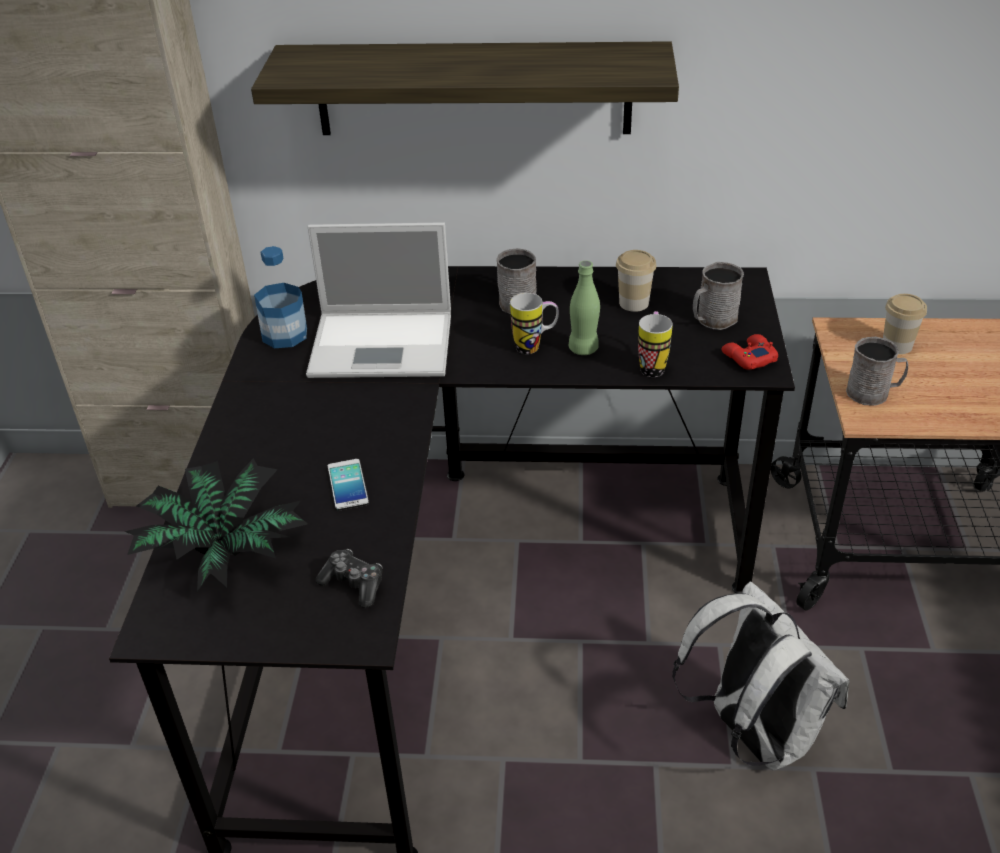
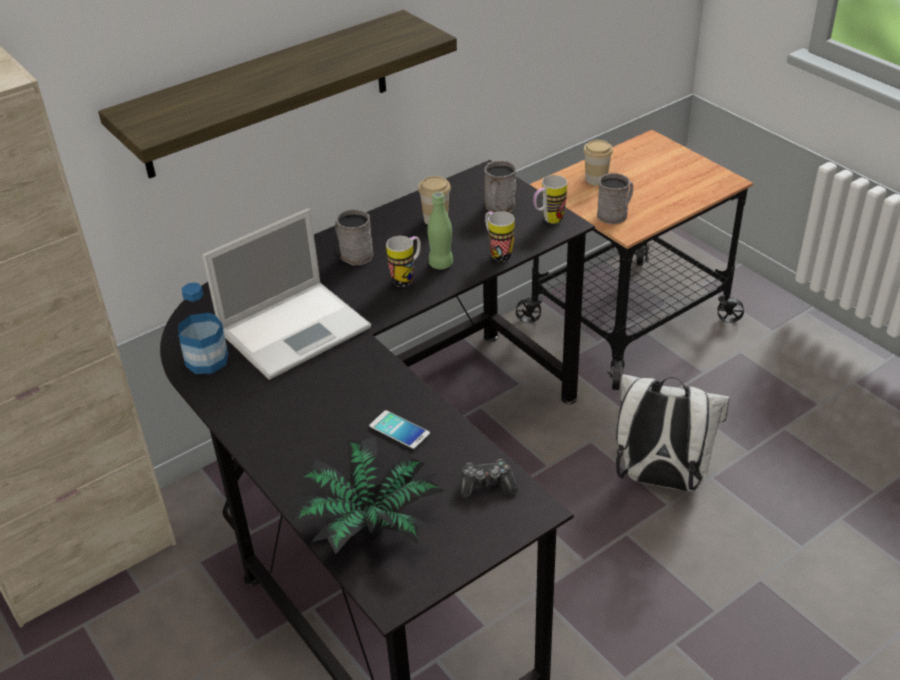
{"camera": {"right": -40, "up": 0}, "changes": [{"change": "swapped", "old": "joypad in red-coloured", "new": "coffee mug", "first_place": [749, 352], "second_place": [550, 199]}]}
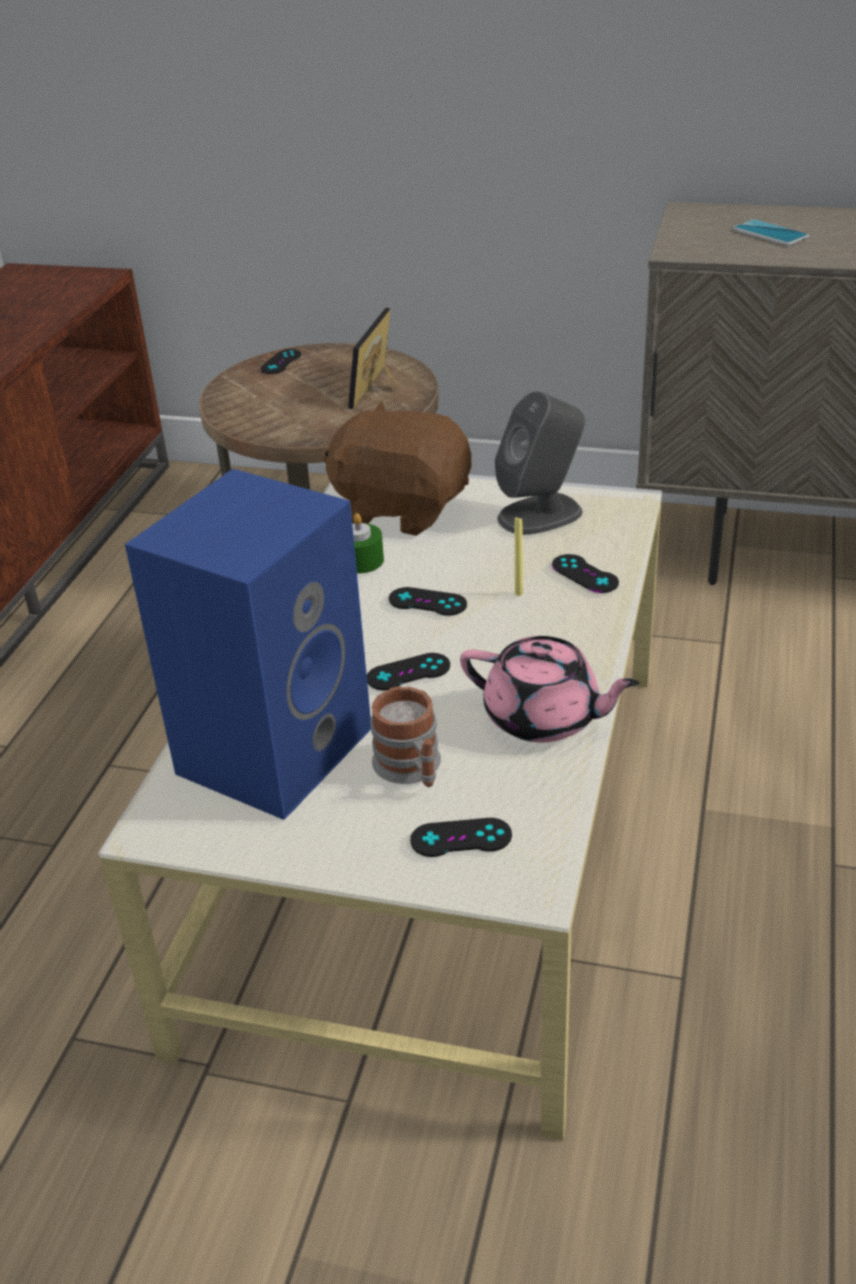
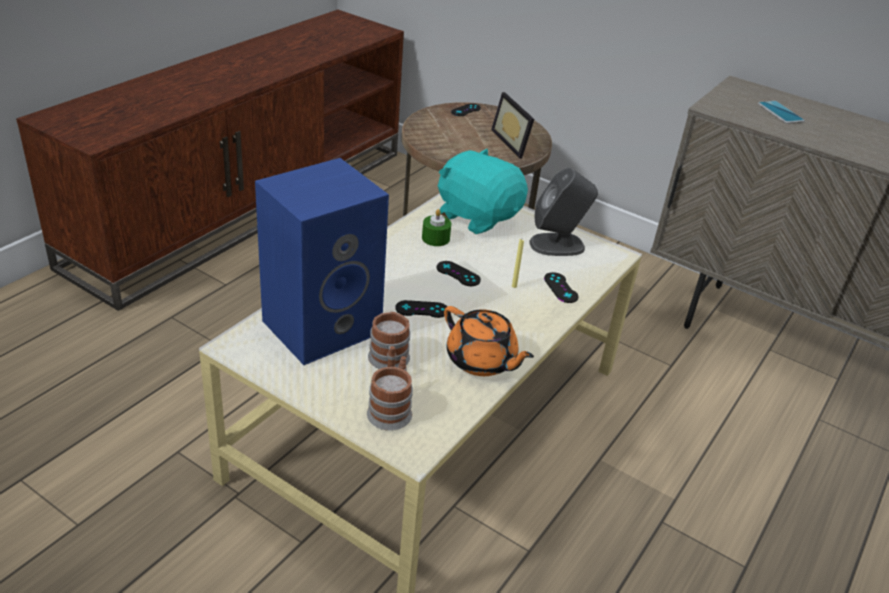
{"camera": {"right": 15, "up": 0}, "changes": [{"change": "swapped", "old": "joypad in black", "new": "coffee mug", "first_place": [461, 837], "second_place": [390, 393]}, {"change": "repainted", "old": "plush toy in brown", "new": "plush toy in turquoise", "first_place": [397, 468], "second_place": [483, 191]}, {"change": "repainted", "old": "teapot in pink-coloured", "new": "teapot in orange", "first_place": [549, 689], "second_place": [489, 341]}, {"change": "rotated", "old": "picture frame", "first_place": [373, 358], "second_place": [512, 125], "degrees": -60}]}
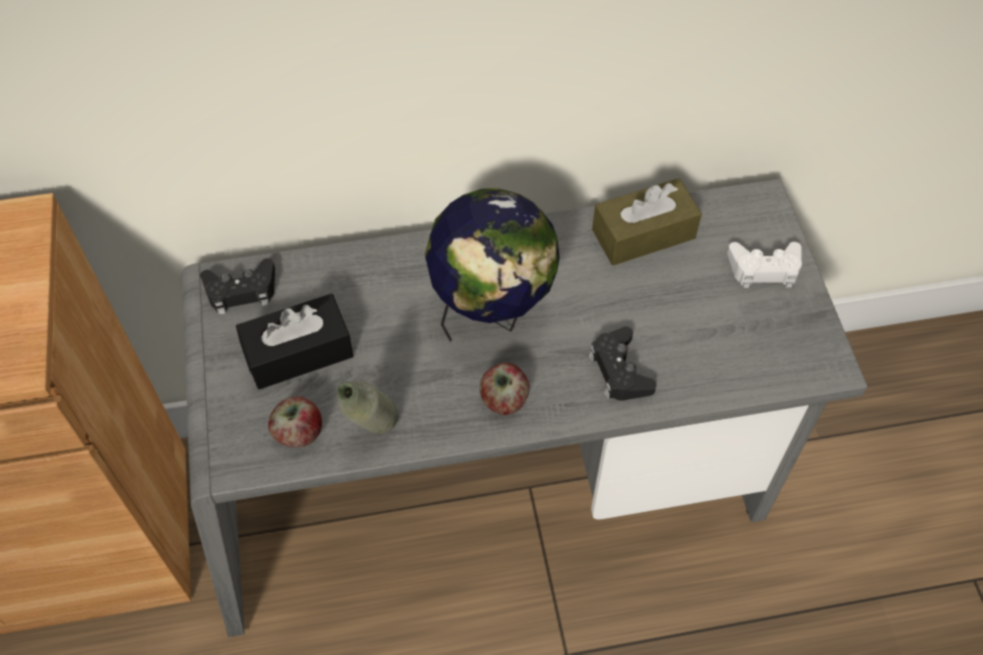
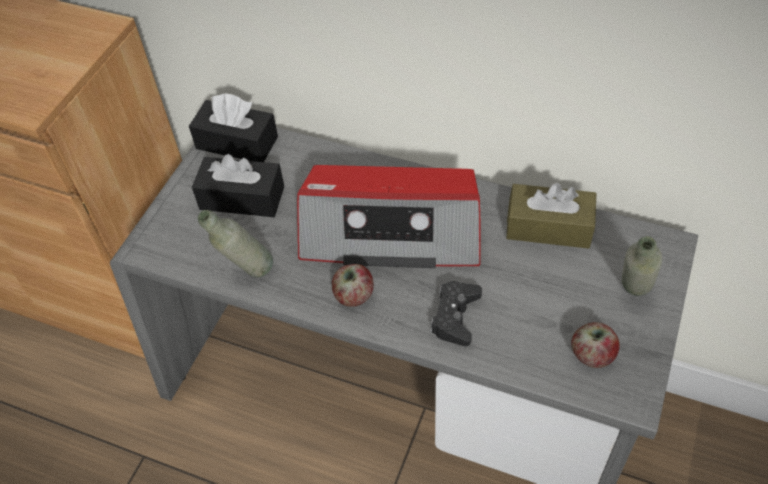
{"camera": {"right": 35, "up": -5}, "changes": [{"change": "shifted", "old": "apple", "first_place": [295, 422], "second_place": [595, 345]}, {"change": "swapped", "old": "joypad in black", "new": "box of tissues in black", "first_place": [237, 286], "second_place": [233, 127]}, {"change": "swapped", "old": "globe", "new": "radio", "first_place": [492, 265], "second_place": [389, 216]}, {"change": "swapped", "old": "joypad in whitish", "new": "bottle in grey", "first_place": [764, 265], "second_place": [642, 266]}]}
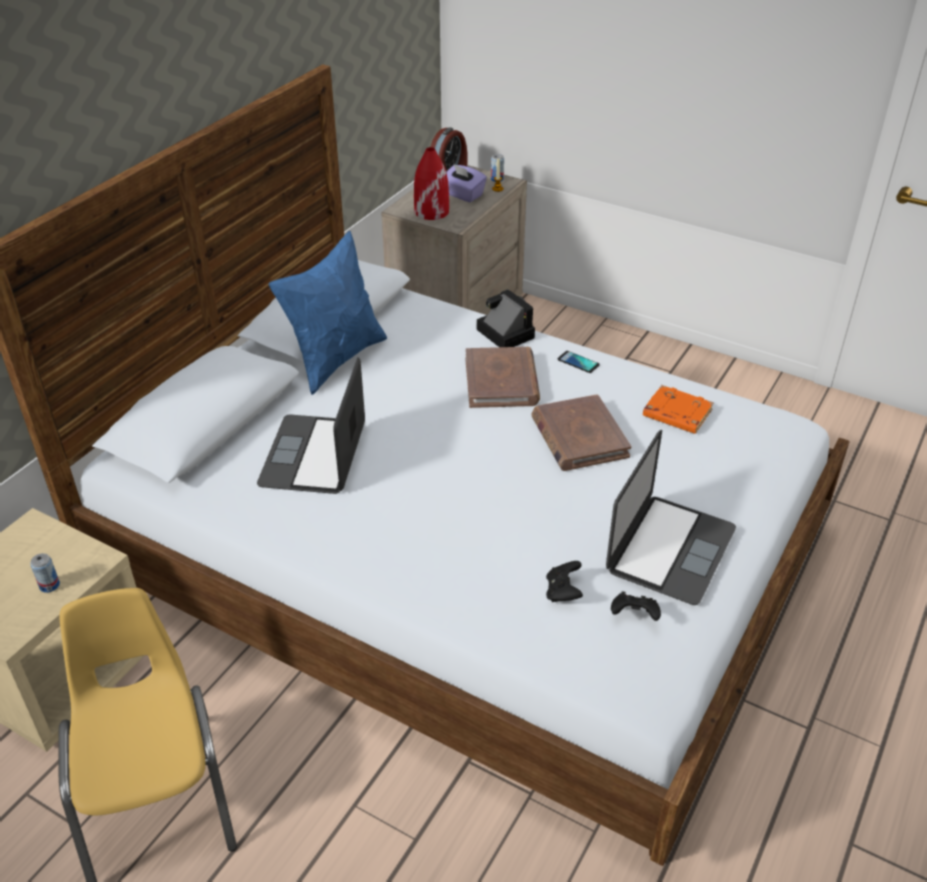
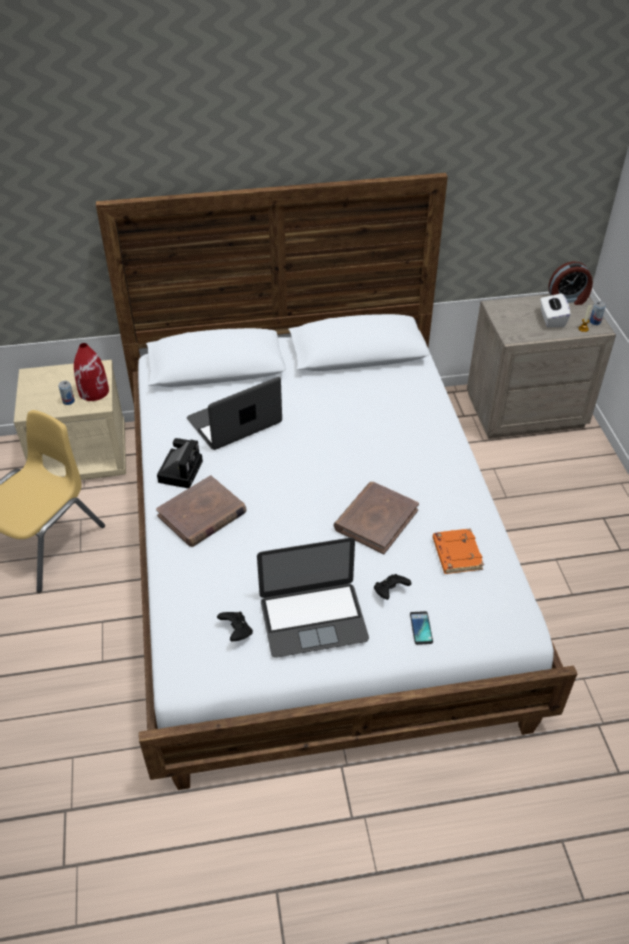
{"camera": {"right": 50, "up": 5}, "changes": [{"change": "gone", "old": "pillow in blue", "first_place": [328, 313]}, {"change": "shifted", "old": "vase in red-coloured", "first_place": [431, 183], "second_place": [91, 372]}, {"change": "shifted", "old": "volume in brown", "first_place": [502, 377], "second_place": [201, 511]}, {"change": "shifted", "old": "photo camera", "first_place": [506, 318], "second_place": [180, 463]}, {"change": "shifted", "old": "joypad in black", "first_place": [564, 581], "second_place": [393, 587]}, {"change": "shifted", "old": "phone", "first_place": [579, 362], "second_place": [421, 628]}, {"change": "repainted", "old": "box of tissues in purple-coloured", "new": "box of tissues in whitish", "first_place": [466, 183], "second_place": [555, 310]}]}
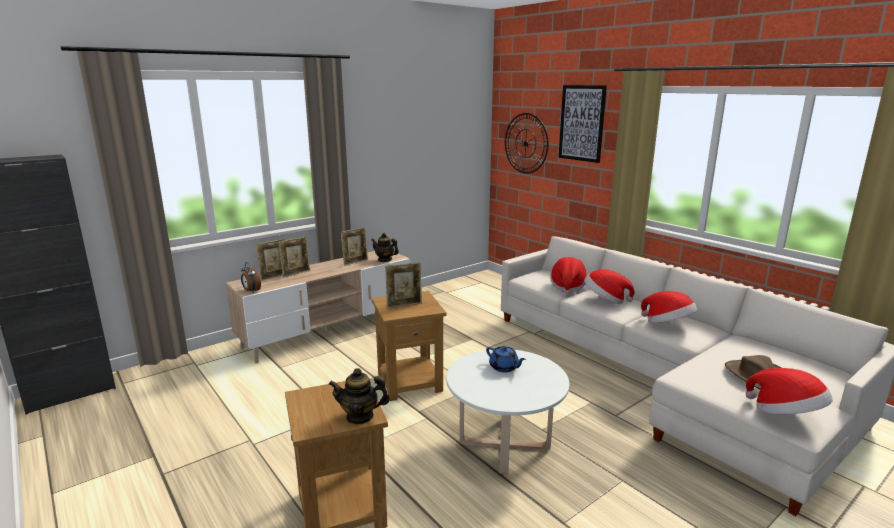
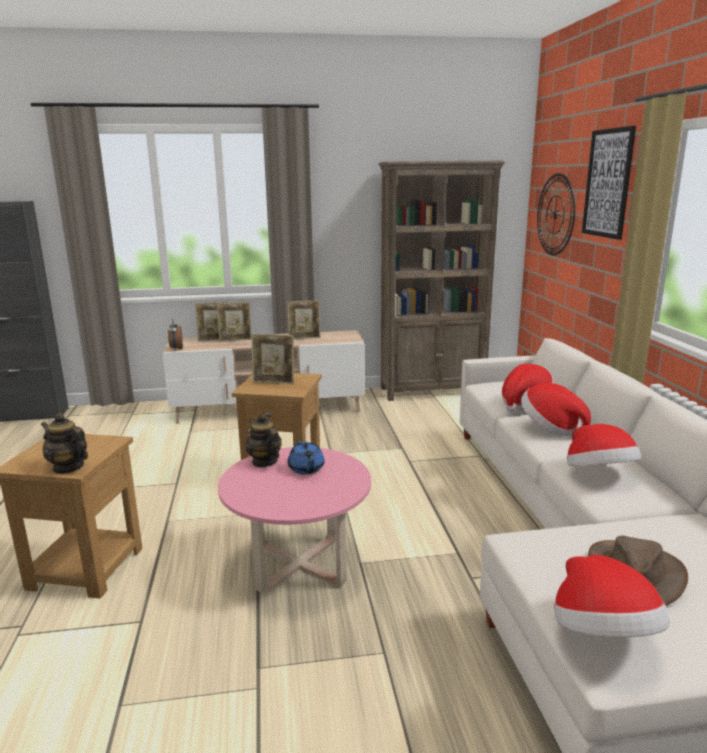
{"camera": {"right": 30, "up": 0}, "changes": [{"change": "new", "new": "bookcase in brown", "second_place": [441, 281]}, {"change": "shifted", "old": "teapot", "first_place": [385, 247], "second_place": [263, 440]}, {"change": "repainted", "old": "lounge table in whitish", "new": "lounge table in pink-coloured", "first_place": [507, 412], "second_place": [294, 521]}]}
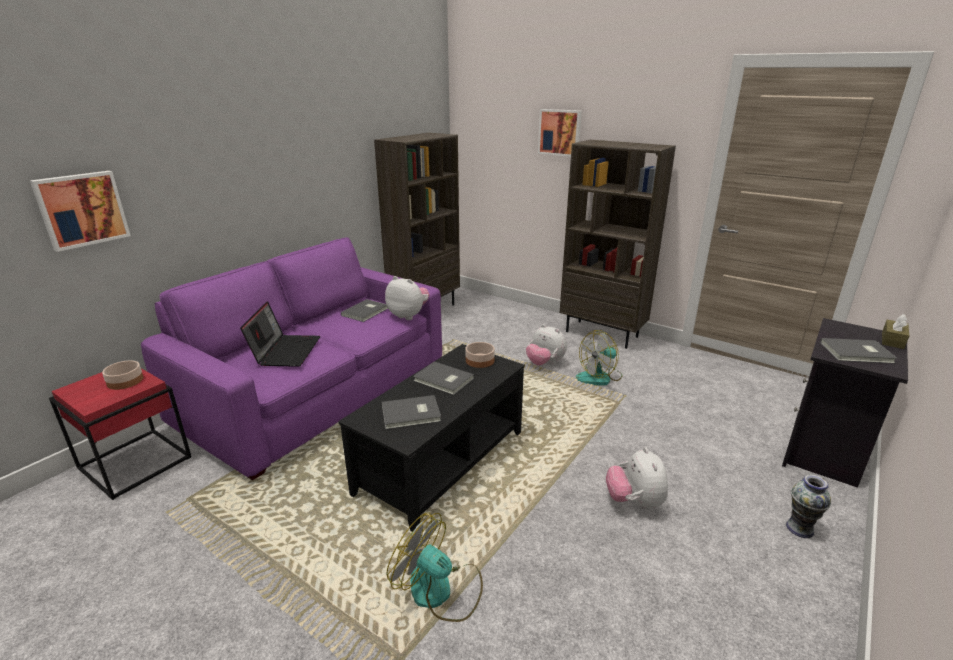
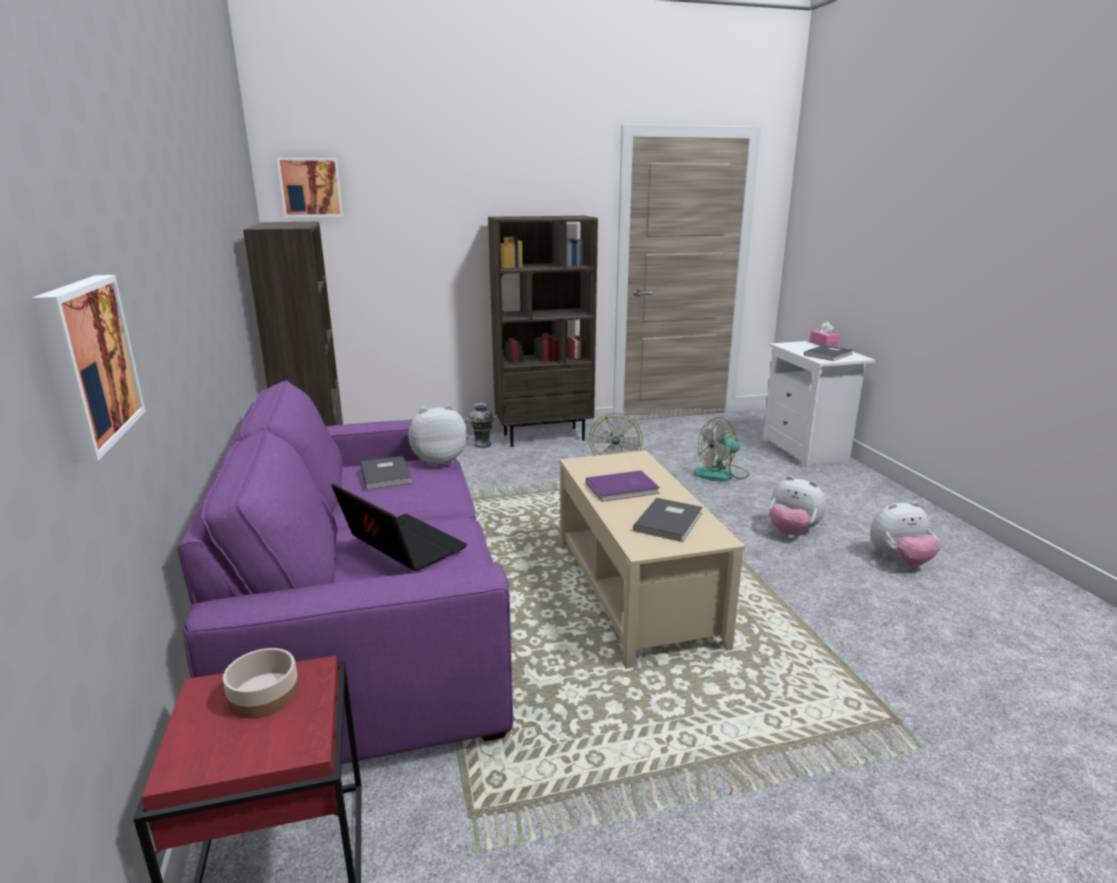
{"camera": {"right": -50, "up": -5}, "changes": [{"change": "gone", "old": "bowl", "first_place": [480, 355]}, {"change": "shifted", "old": "electric fan", "first_place": [434, 567], "second_place": [721, 449]}, {"change": "shifted", "old": "plush toy", "first_place": [546, 345], "second_place": [905, 533]}, {"change": "shifted", "old": "picture", "first_place": [560, 133], "second_place": [310, 187]}, {"change": "shifted", "old": "vase", "first_place": [808, 506], "second_place": [481, 425]}, {"change": "repainted", "old": "lounge table in black", "new": "lounge table in beige", "first_place": [431, 438], "second_place": [652, 560]}, {"change": "repainted", "old": "volume in grey", "new": "volume in purple-coloured", "first_place": [443, 378], "second_place": [623, 486]}, {"change": "repainted", "old": "nightstand in black", "new": "nightstand in whitish", "first_place": [845, 403], "second_place": [819, 404]}, {"change": "repainted", "old": "box of tissues in brown", "new": "box of tissues in pink-coloured", "first_place": [895, 331], "second_place": [824, 334]}]}
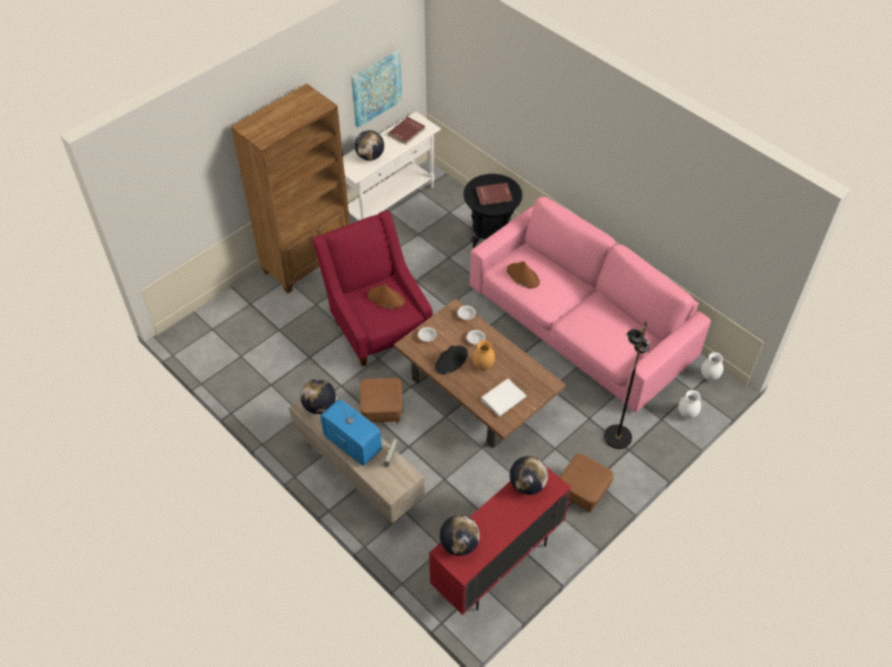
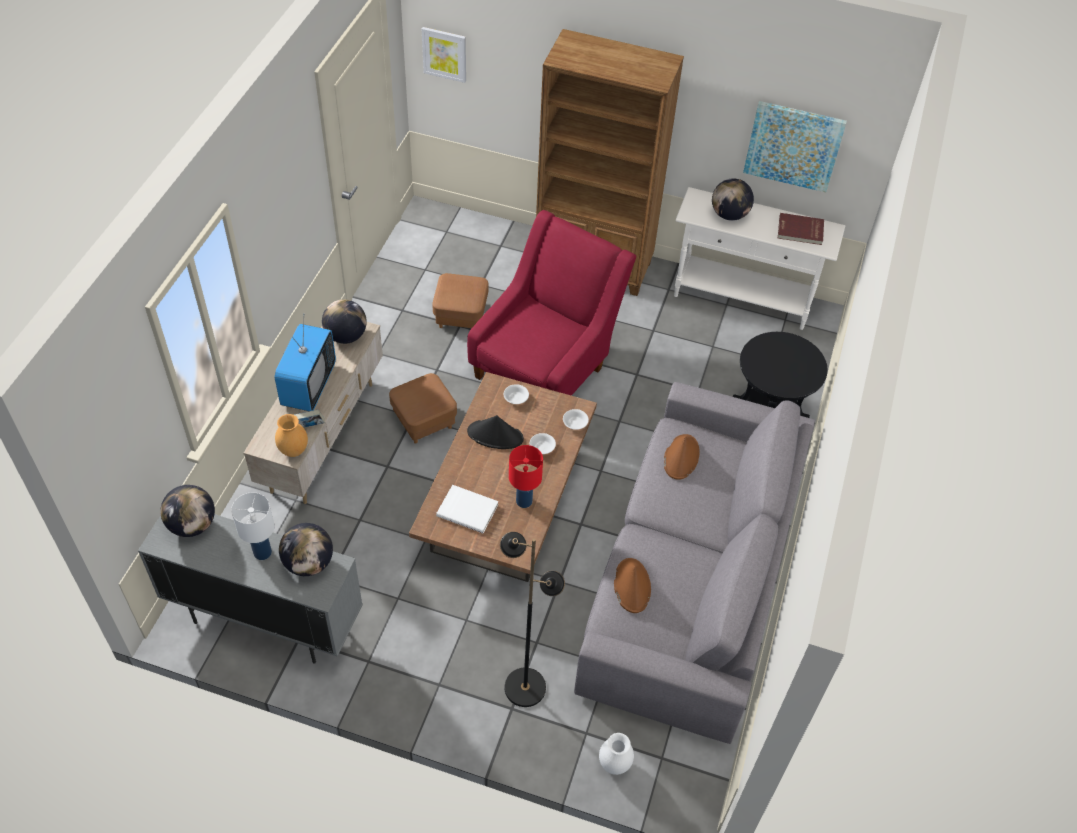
{"camera": {"right": 60, "up": 0}, "changes": [{"change": "gone", "old": "volume in red-coloured", "first_place": [494, 194]}, {"change": "gone", "old": "vase in whitish", "first_place": [712, 366]}, {"change": "new", "new": "tabletop lamp in whitish", "second_place": [252, 526]}, {"change": "new", "new": "picture", "second_place": [444, 55]}, {"change": "new", "new": "tabletop lamp in red-coloured", "second_place": [526, 476]}, {"change": "shifted", "old": "wearable hat in brown", "first_place": [386, 296], "second_place": [632, 585]}, {"change": "shifted", "old": "vase in brown", "first_place": [484, 355], "second_place": [291, 435]}, {"change": "shifted", "old": "pouffe in brown", "first_place": [587, 483], "second_place": [460, 300]}, {"change": "repainted", "old": "cabinet in red-coloured", "new": "cabinet in grey", "first_place": [500, 540], "second_place": [250, 589]}, {"change": "repainted", "old": "sofa in pink-coloured", "new": "sofa in grey", "first_place": [590, 305], "second_place": [694, 563]}]}
